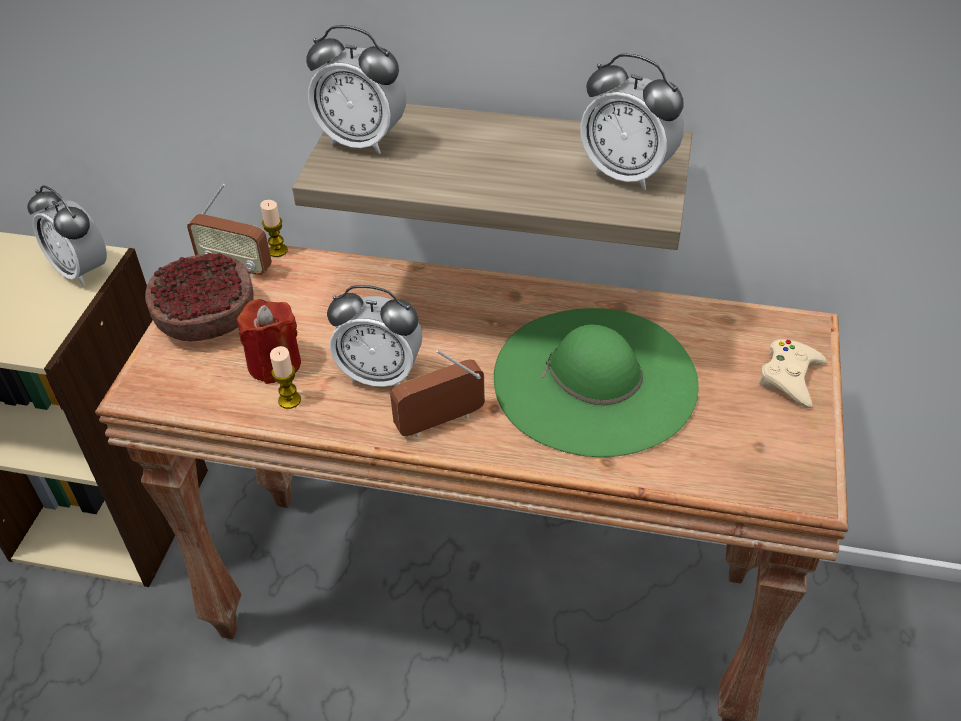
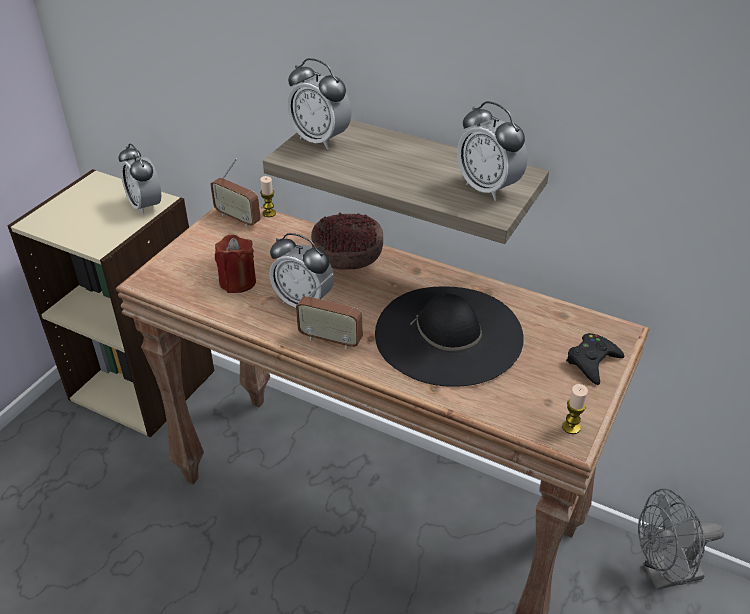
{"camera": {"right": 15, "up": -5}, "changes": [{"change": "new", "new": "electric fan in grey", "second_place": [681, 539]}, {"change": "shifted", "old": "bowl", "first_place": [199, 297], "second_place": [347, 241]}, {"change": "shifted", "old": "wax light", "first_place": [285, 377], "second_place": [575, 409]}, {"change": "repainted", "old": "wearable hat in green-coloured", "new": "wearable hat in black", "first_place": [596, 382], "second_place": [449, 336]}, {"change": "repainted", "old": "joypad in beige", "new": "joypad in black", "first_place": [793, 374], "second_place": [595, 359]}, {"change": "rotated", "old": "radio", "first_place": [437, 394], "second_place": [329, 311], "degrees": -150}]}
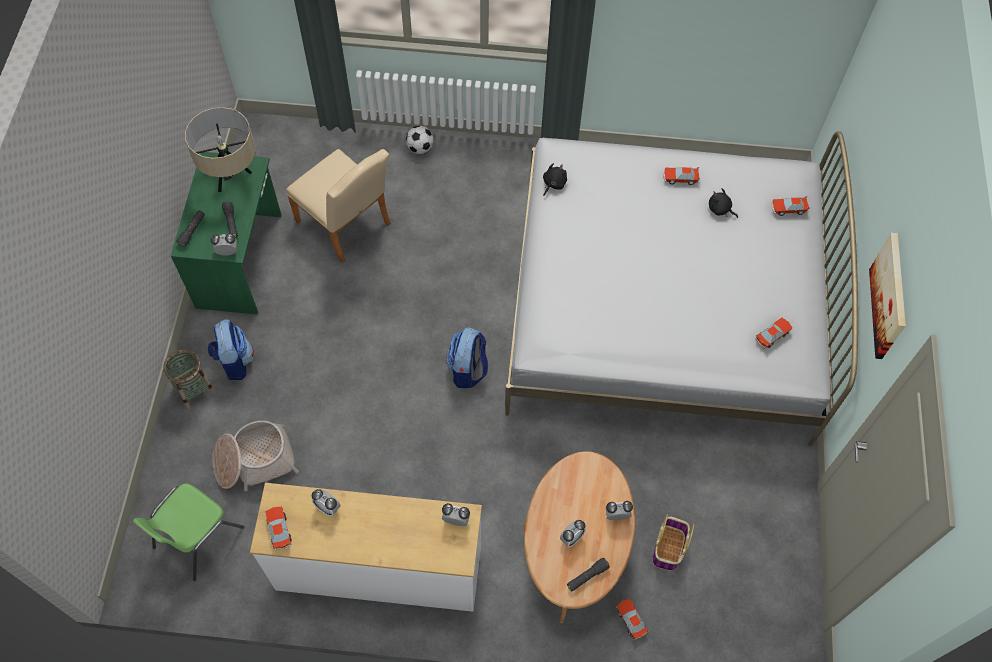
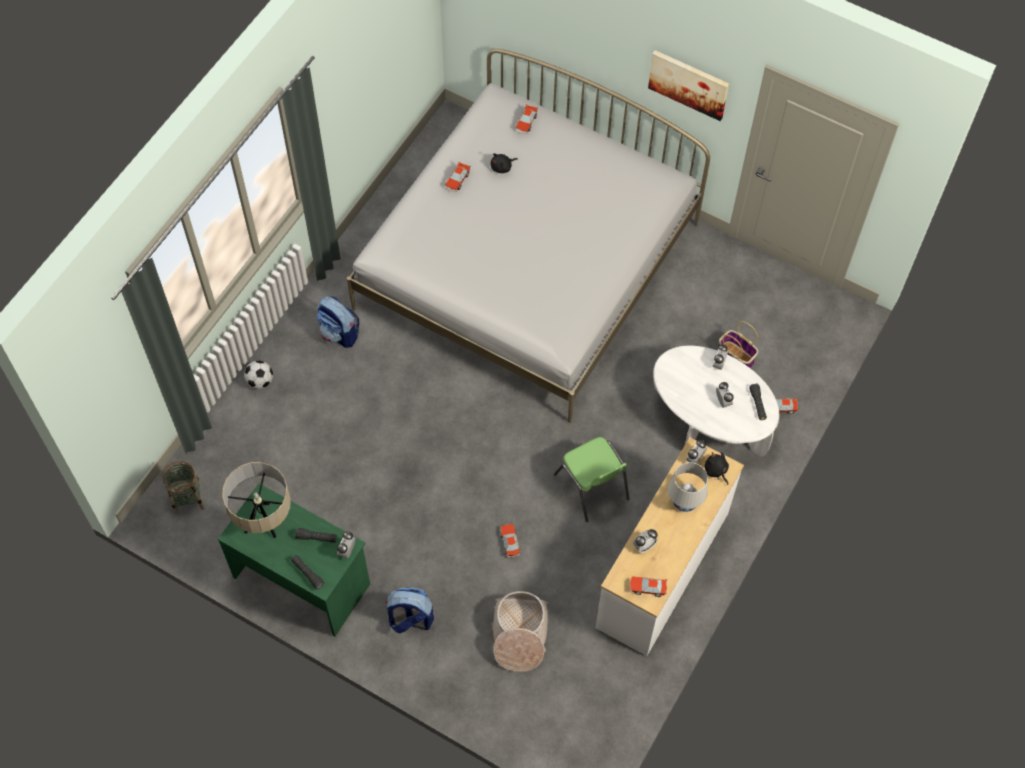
{"camera": {"right": -65, "up": 0}, "changes": [{"change": "gone", "old": "plain chair in beige", "first_place": [338, 206]}, {"change": "new", "new": "tabletop lamp in whitish", "second_place": [688, 487]}, {"change": "shifted", "old": "plain chair in green-coloured", "first_place": [188, 532], "second_place": [591, 479]}, {"change": "shifted", "old": "basket", "first_place": [189, 380], "second_place": [183, 487]}, {"change": "shifted", "old": "knapsack", "first_place": [467, 357], "second_place": [338, 322]}, {"change": "shifted", "old": "plush toy in black", "first_place": [555, 179], "second_place": [716, 468]}, {"change": "shifted", "old": "miniature car", "first_place": [774, 333], "second_place": [510, 541]}, {"change": "repainted", "old": "lounge table in brown", "new": "lounge table in whitish", "first_place": [579, 537], "second_place": [716, 401]}]}
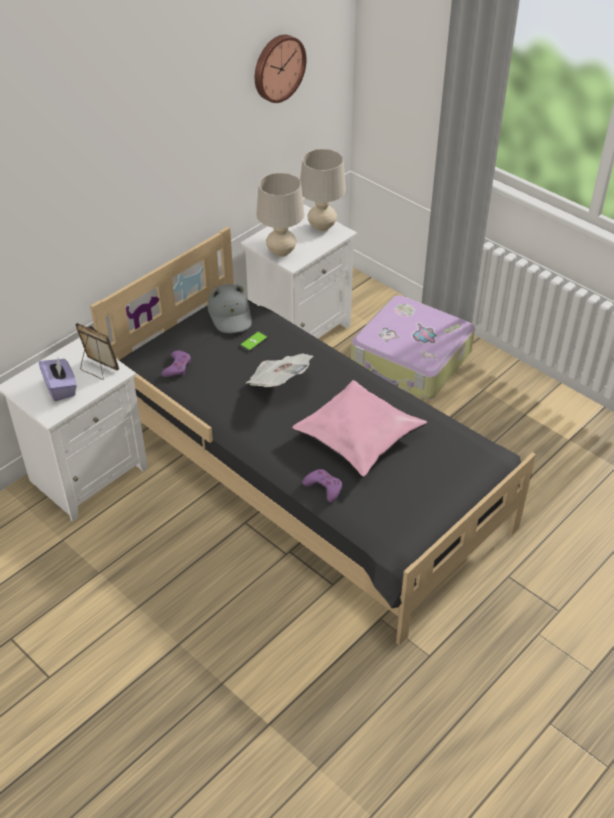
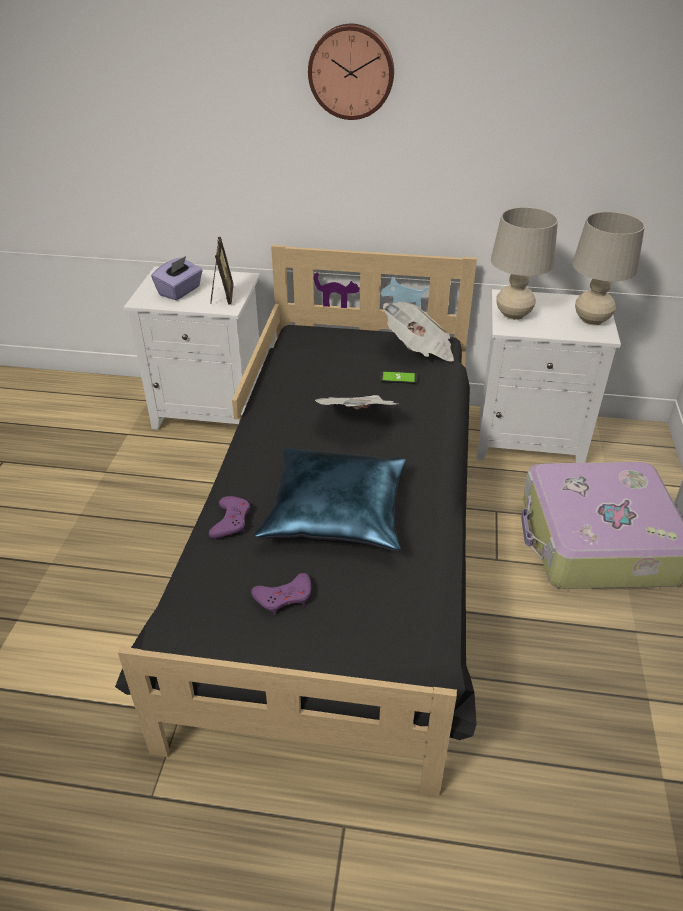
{"camera": {"right": 55, "up": -5}, "changes": [{"change": "shifted", "old": "joypad in purple-coloured", "first_place": [176, 364], "second_place": [281, 594]}, {"change": "shifted", "old": "clock on the wall", "first_place": [280, 69], "second_place": [351, 72]}, {"change": "swapped", "old": "wearable hat in grey", "new": "newspaper", "first_place": [230, 308], "second_place": [418, 332]}, {"change": "repainted", "old": "pillow in pink-coloured", "new": "pillow in blue", "first_place": [359, 428], "second_place": [330, 499]}]}
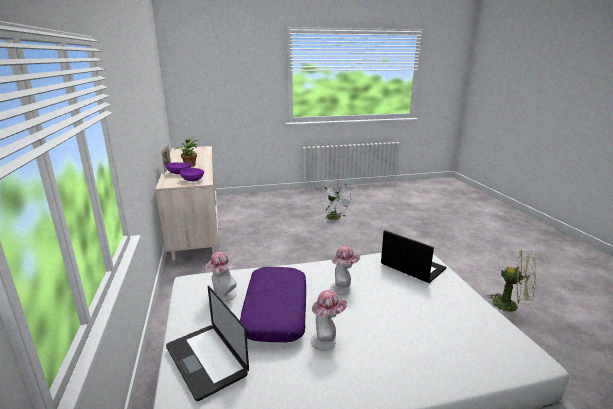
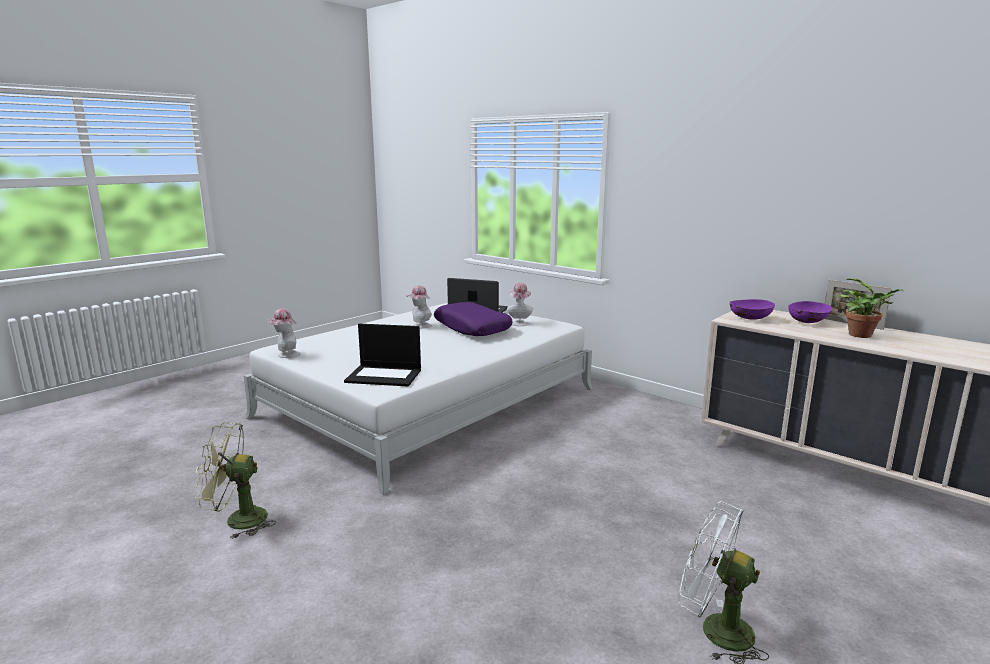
{"camera": {"right": 145, "up": -5}, "changes": [{"change": "shifted", "old": "wearable hat", "first_place": [345, 270], "second_place": [283, 333]}]}
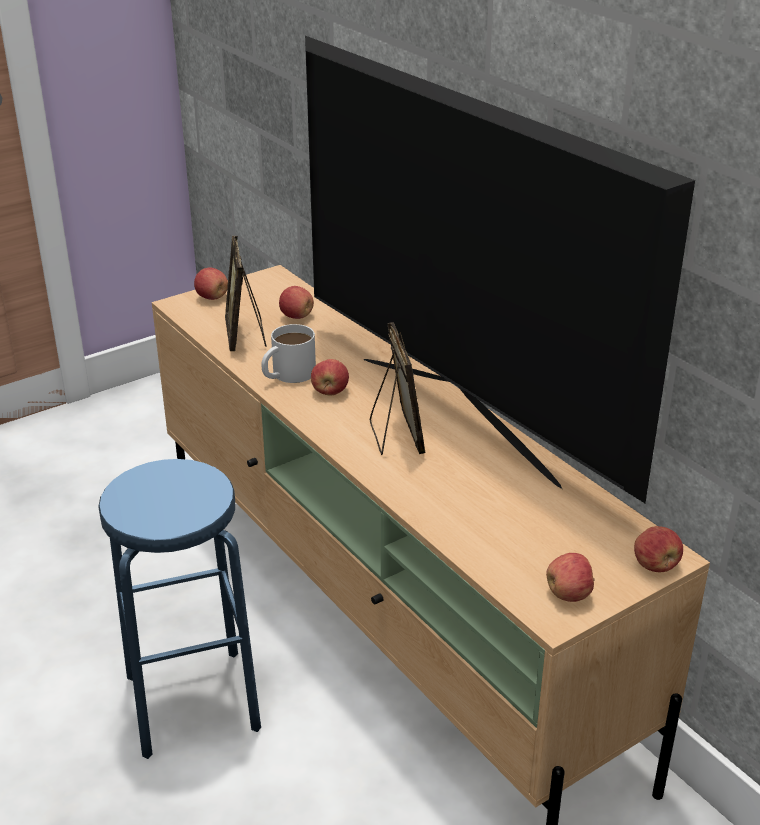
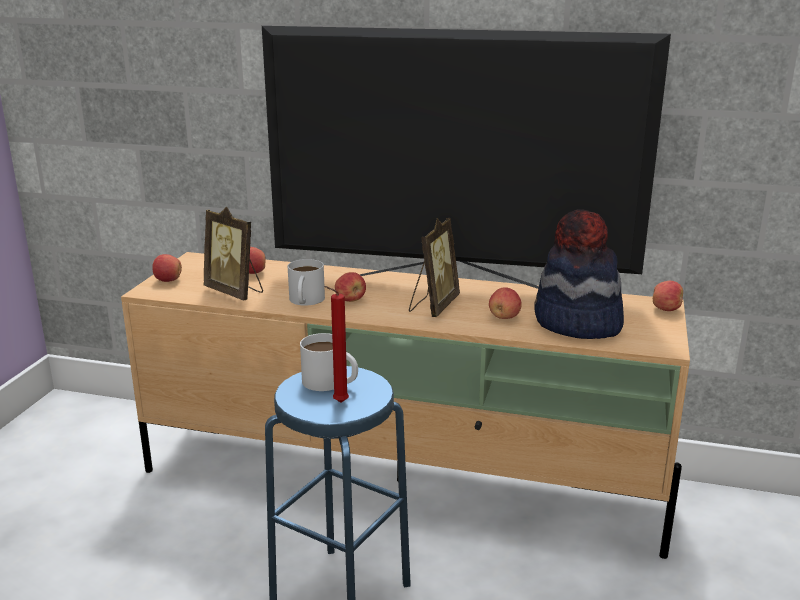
{"camera": {"right": -40, "up": -10}, "changes": [{"change": "new", "new": "coffee mug in whitish", "second_place": [329, 362]}, {"change": "new", "new": "wax light in red-coloured", "second_place": [336, 344]}, {"change": "new", "new": "wearable hat", "second_place": [579, 274]}, {"change": "shifted", "old": "apple", "first_place": [570, 577], "second_place": [505, 303]}, {"change": "rotated", "old": "picture frame", "first_place": [398, 388], "second_place": [434, 267], "degrees": 75}]}
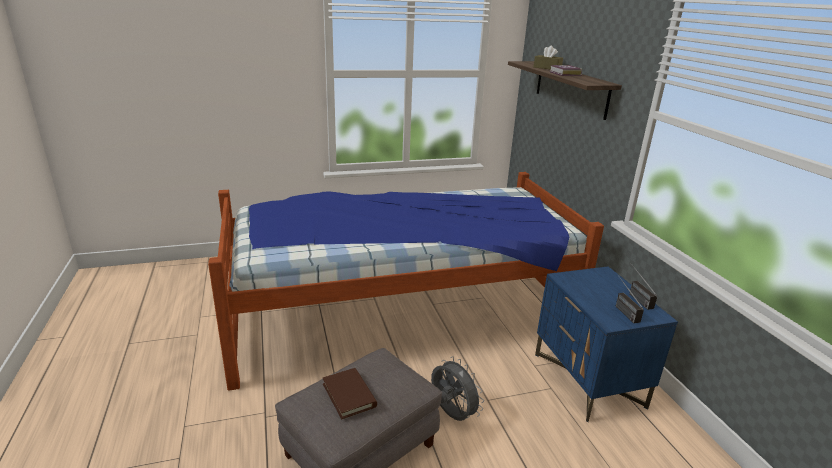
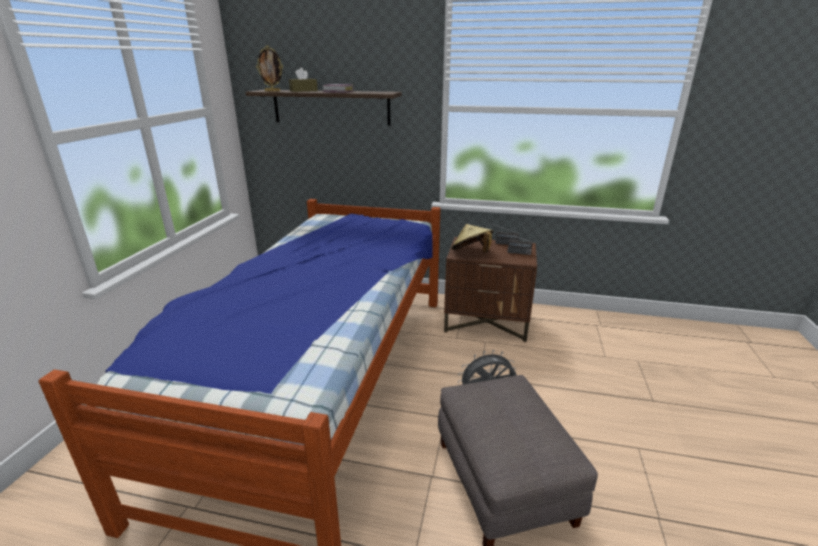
{"camera": {"right": -60, "up": 0}, "changes": [{"change": "gone", "old": "volume in brown", "first_place": [349, 394]}, {"change": "new", "new": "picture frame", "second_place": [269, 69]}, {"change": "new", "new": "wearable hat in beige", "second_place": [473, 238]}, {"change": "repainted", "old": "nightstand in blue", "new": "nightstand in brown", "first_place": [606, 344], "second_place": [490, 289]}]}
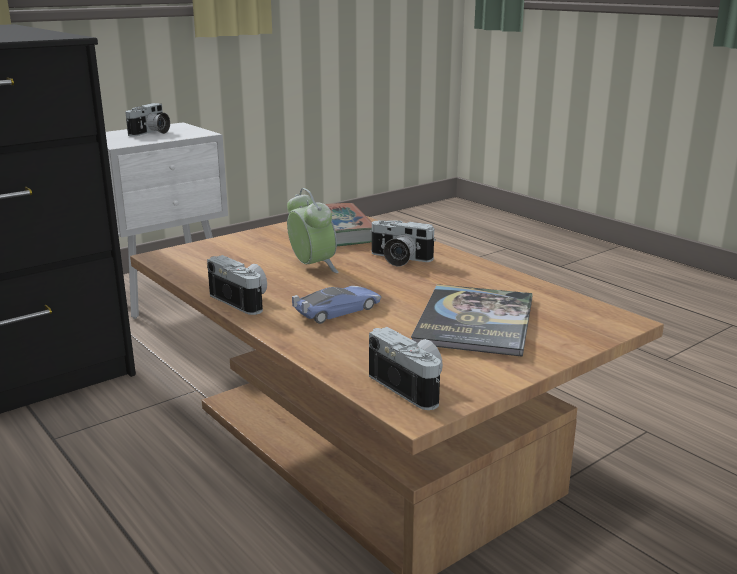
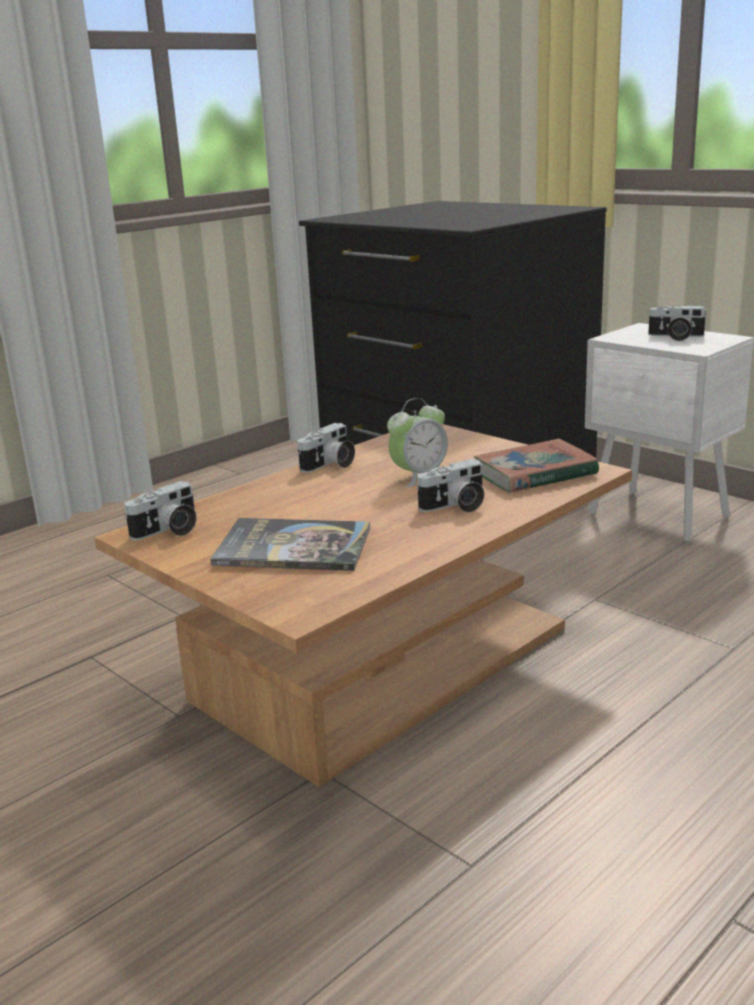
{"camera": {"right": 85, "up": 0}, "changes": [{"change": "gone", "old": "miniature car", "first_place": [336, 305]}, {"change": "rotated", "old": "photo camera", "first_place": [403, 243], "second_place": [450, 486], "degrees": -135}]}
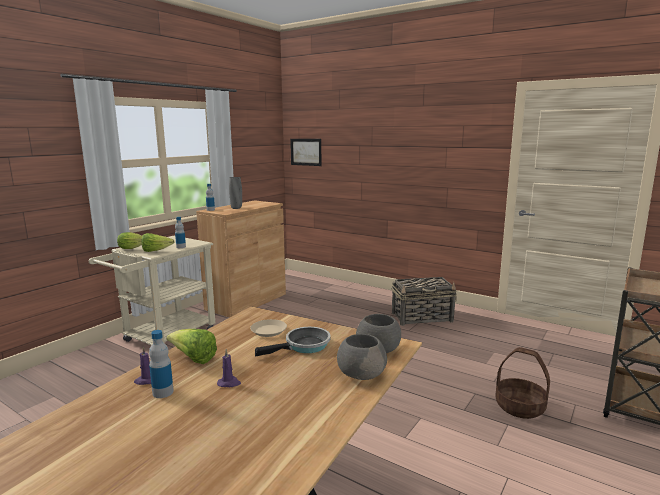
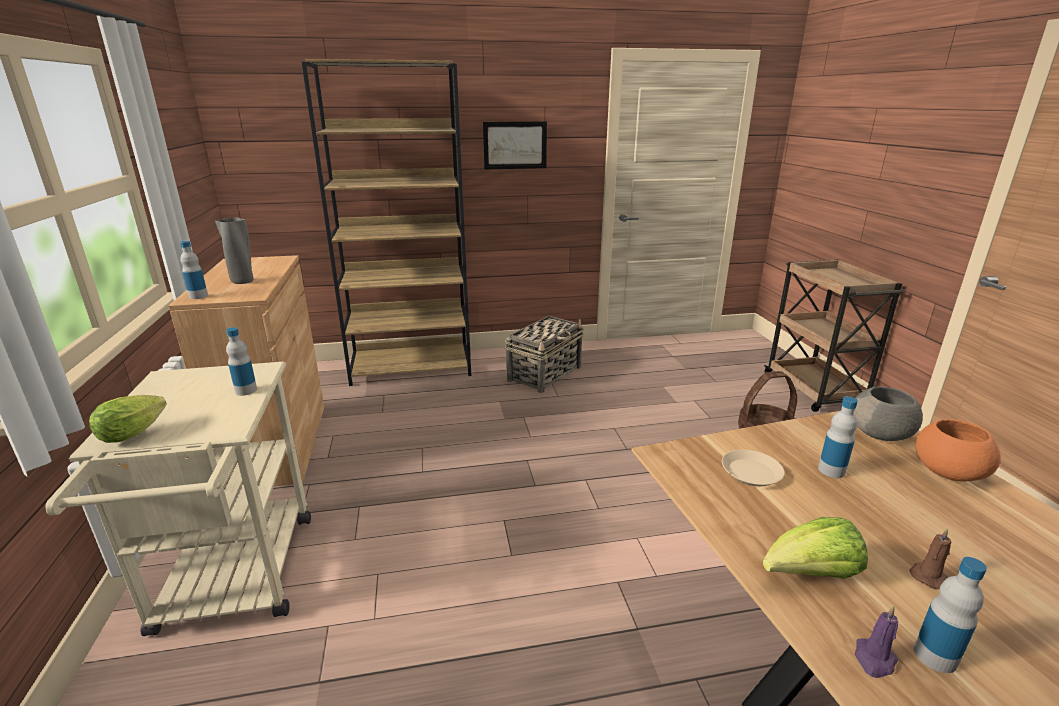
{"camera": {"right": -45, "up": 10}, "changes": [{"change": "gone", "old": "lettuce", "first_place": [158, 242]}, {"change": "new", "new": "bookcase in brown", "second_place": [386, 222]}, {"change": "shifted", "old": "picture", "first_place": [306, 152], "second_place": [515, 145]}, {"change": "swapped", "old": "pan", "new": "bottle", "first_place": [293, 342], "second_place": [838, 437]}, {"change": "repainted", "old": "wax light in purple-coloured", "new": "wax light in brown", "first_place": [229, 368], "second_place": [930, 558]}, {"change": "repainted", "old": "bowl in grey", "new": "bowl in orange", "first_place": [362, 357], "second_place": [958, 450]}]}
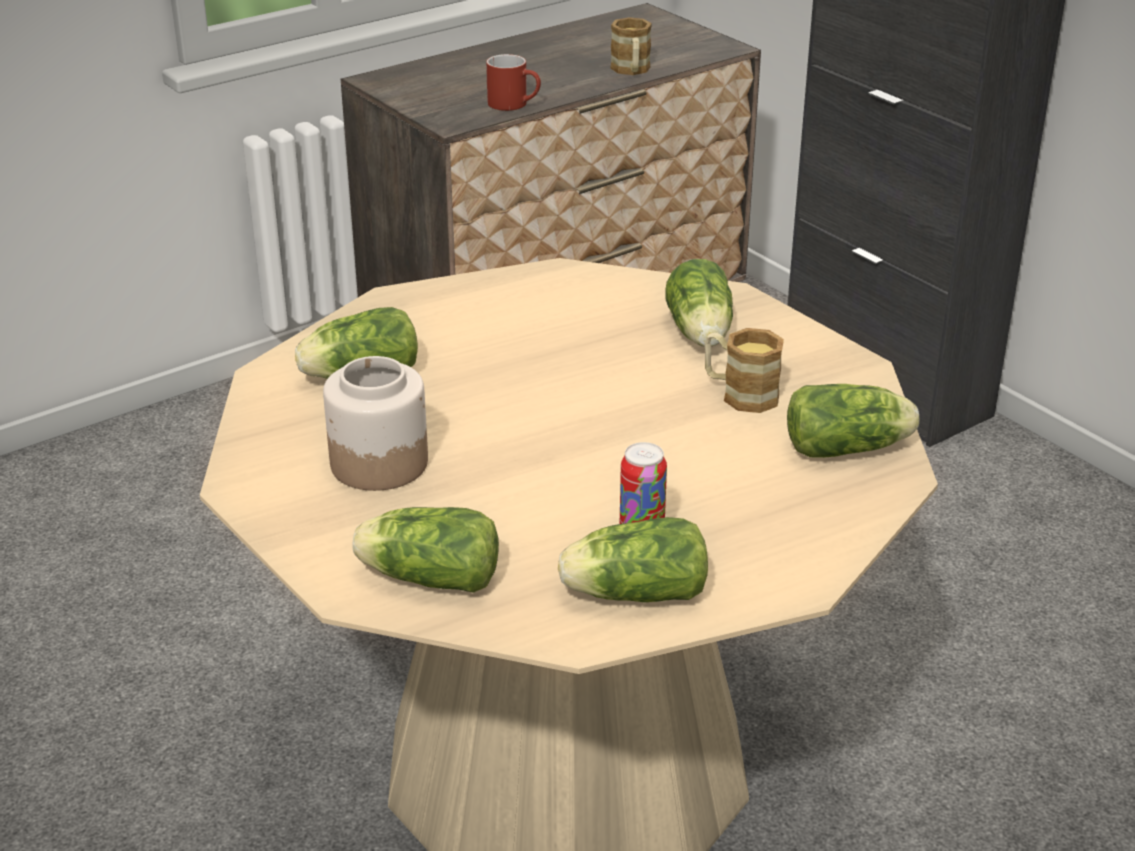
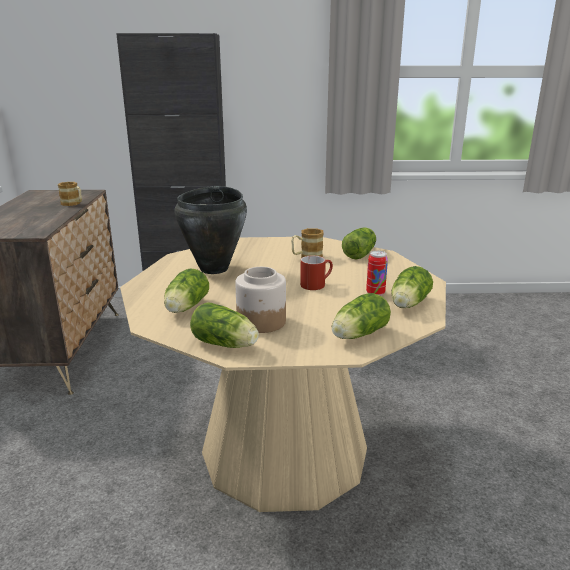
{"camera": {"right": -55, "up": -10}, "changes": [{"change": "new", "new": "saucepot in black", "second_place": [210, 230]}, {"change": "shifted", "old": "coffee mug in red-coloured", "first_place": [513, 82], "second_place": [316, 273]}, {"change": "shifted", "old": "lettuce", "first_place": [699, 303], "second_place": [224, 325]}]}
